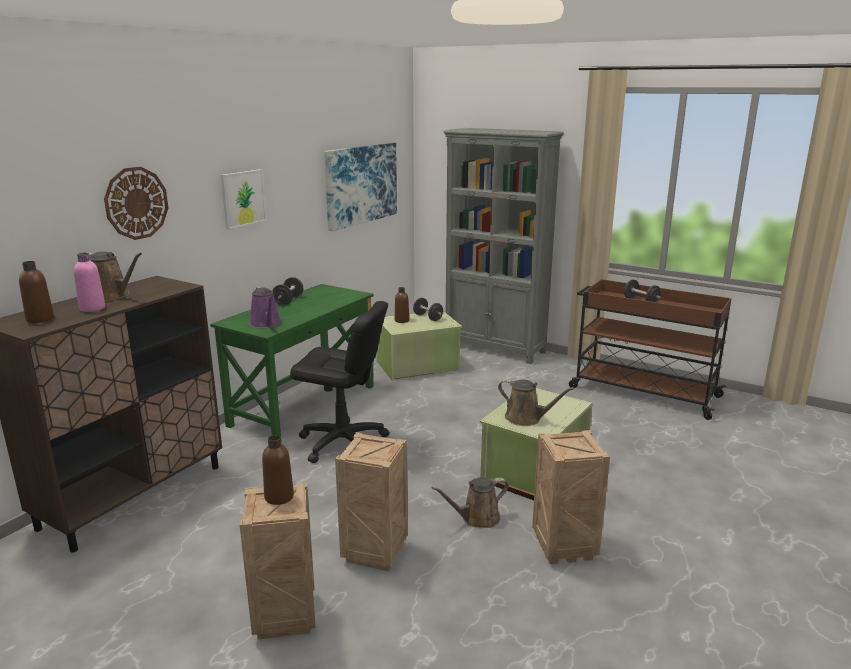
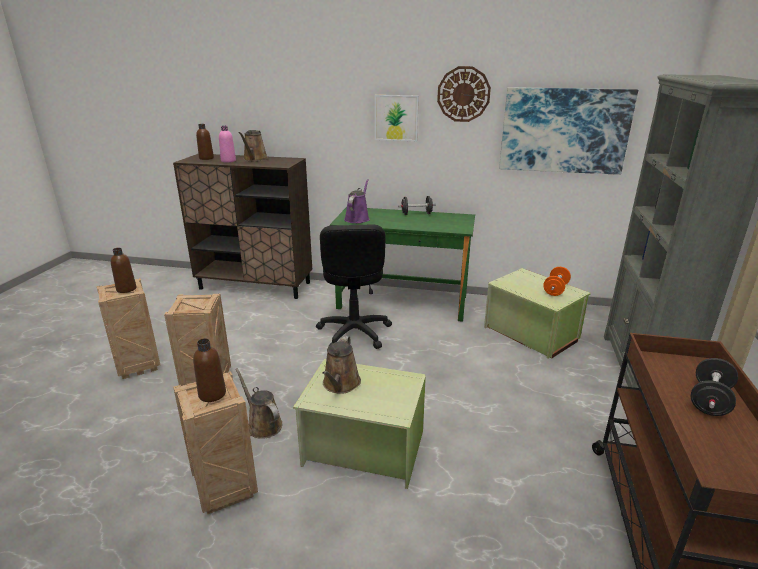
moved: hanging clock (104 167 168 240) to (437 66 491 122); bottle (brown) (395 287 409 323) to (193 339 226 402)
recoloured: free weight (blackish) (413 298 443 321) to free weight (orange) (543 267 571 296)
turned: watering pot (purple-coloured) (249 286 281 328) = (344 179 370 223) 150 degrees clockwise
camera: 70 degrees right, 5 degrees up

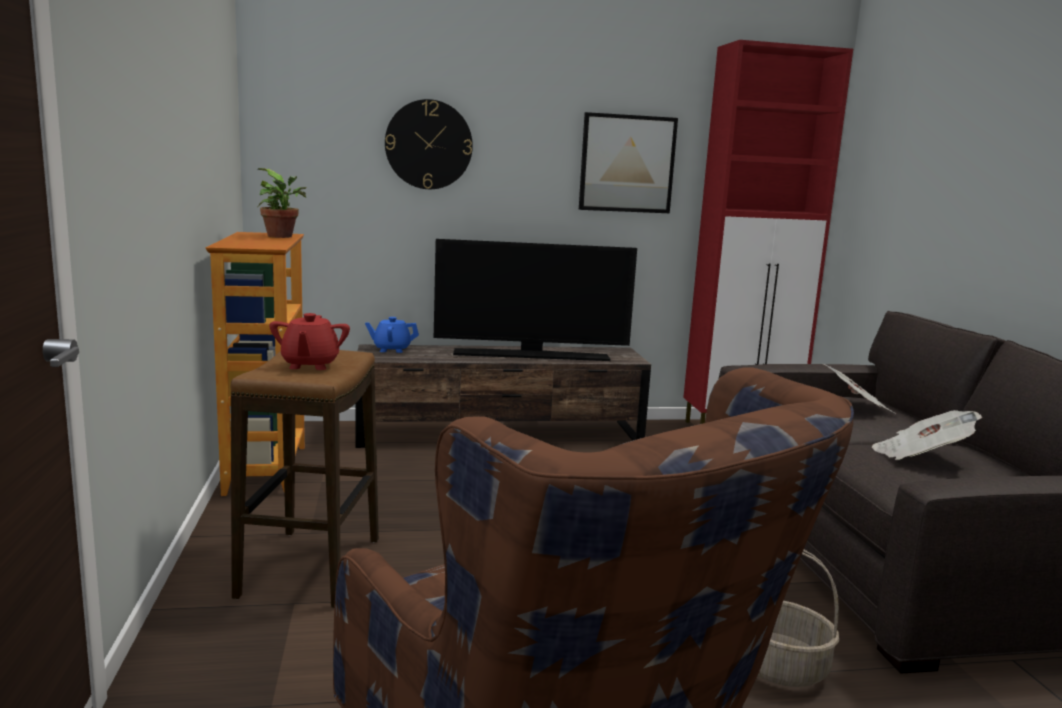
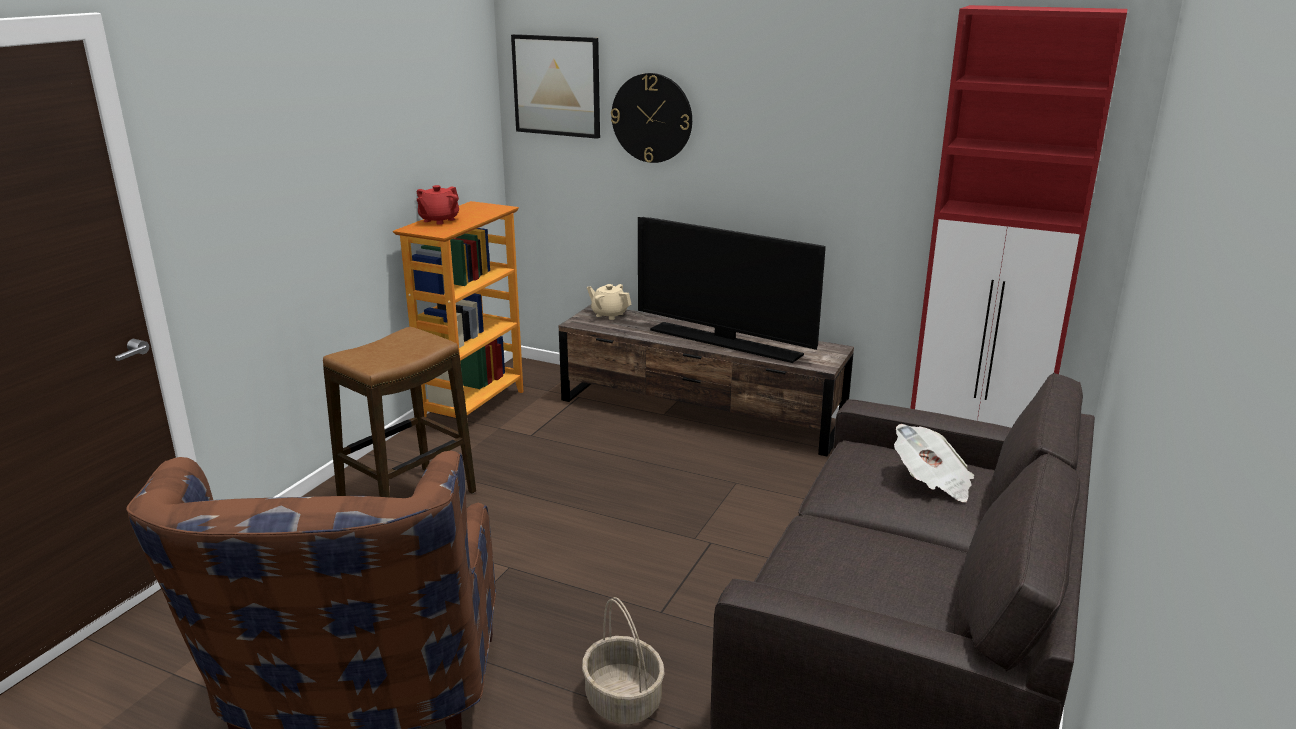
removed: houseplant (257 168 306 238); daily paper (871 410 982 460)
moved: tea pot (red) (269 313 350 370) to (417 185 459 225); wall art (579 112 678 213) to (511 34 600 139)
recoloured: tea pot (blue-coloured) (365 317 419 353) to tea pot (beige) (587 284 632 320)
camera: 35 degrees right, 10 degrees up

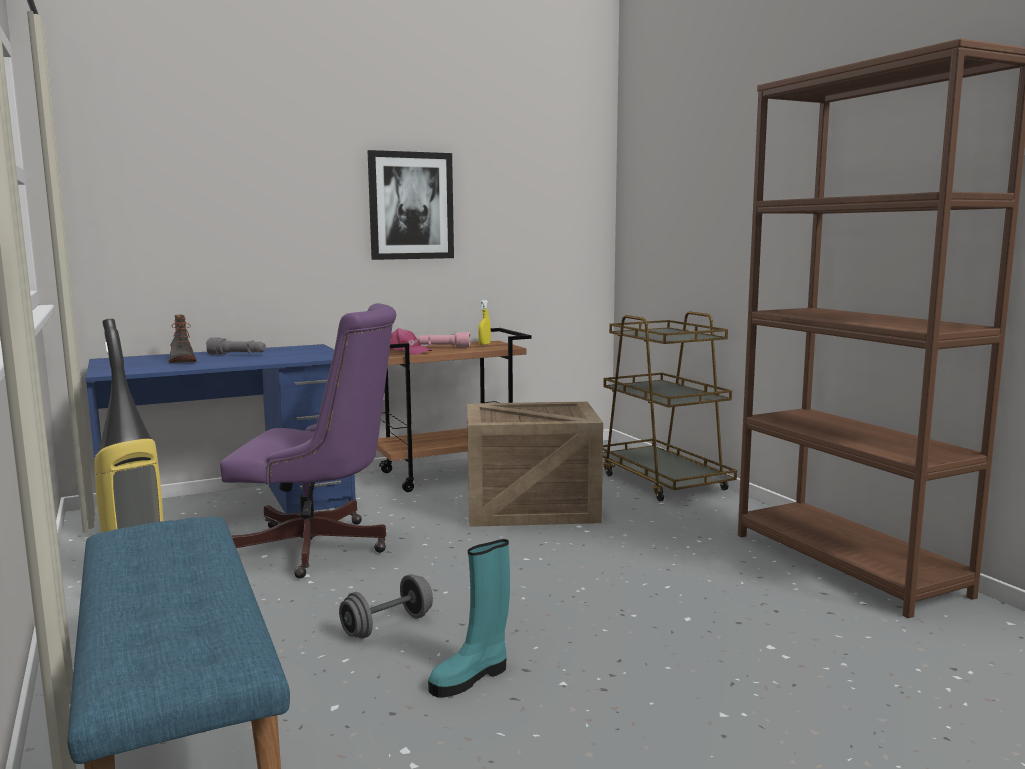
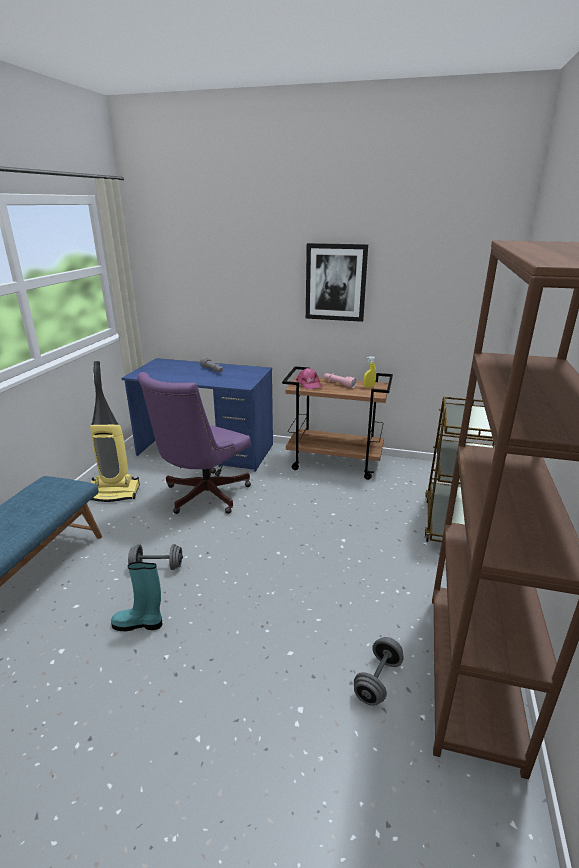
removed: high-top boot (169 315 196 363); crate (467 401 603 527)
added: free weight (gray) (354 637 404 706)
turned: computer chair (purple-coloured) (220 303 396 578) = (137 372 251 514) 75 degrees clockwise
camera: 40 degrees right, 15 degrees up

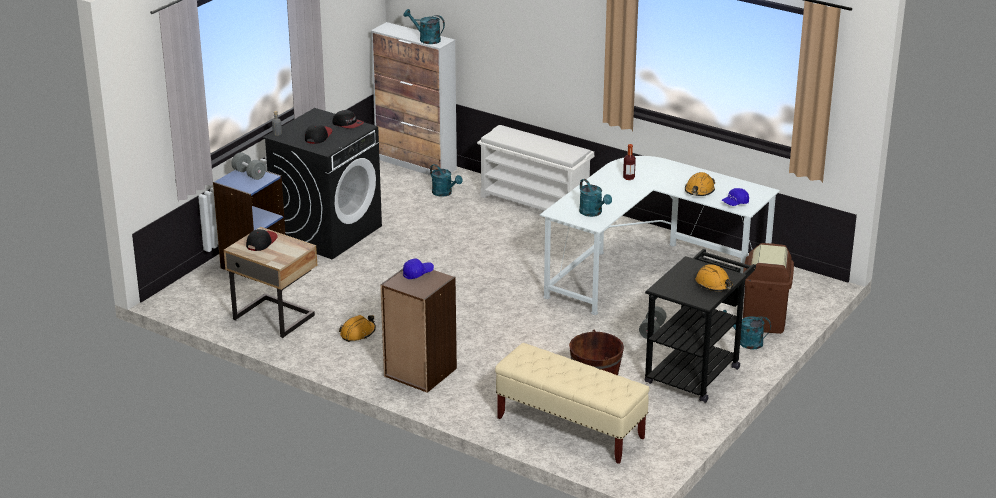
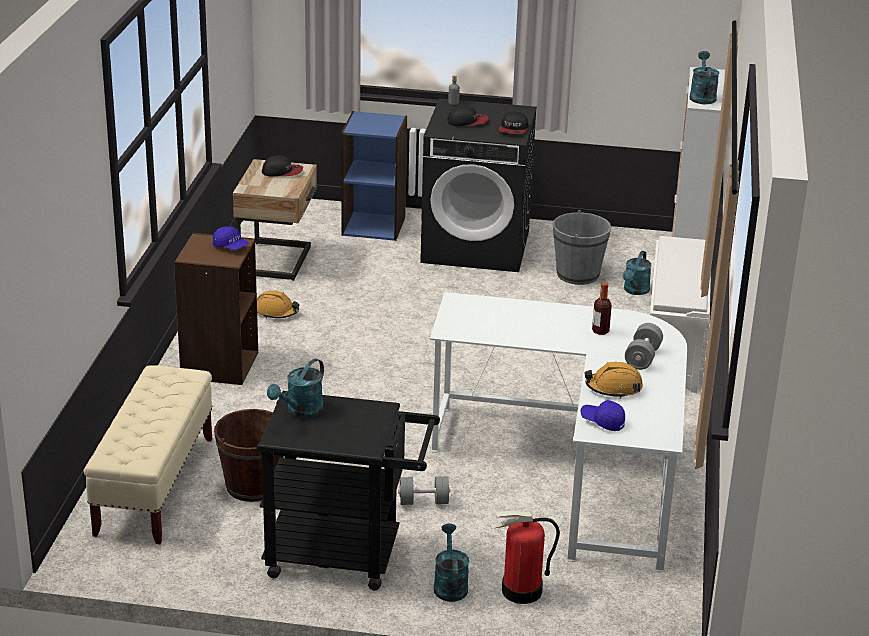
removed: safety helmet (orange) (696 265 733 291)
added: water bucket (gray) (553 210 611 285)
moved: free weight (gray) (231 152 266 180) to (625 323 663 370); watering pot (turquoise) (579 179 612 217) to (267 359 324 418)
replaced: waste bin (brown) (743 243 794 334) to fire extinguisher (490 511 560 604)
camera: 65 degrees right, 0 degrees up

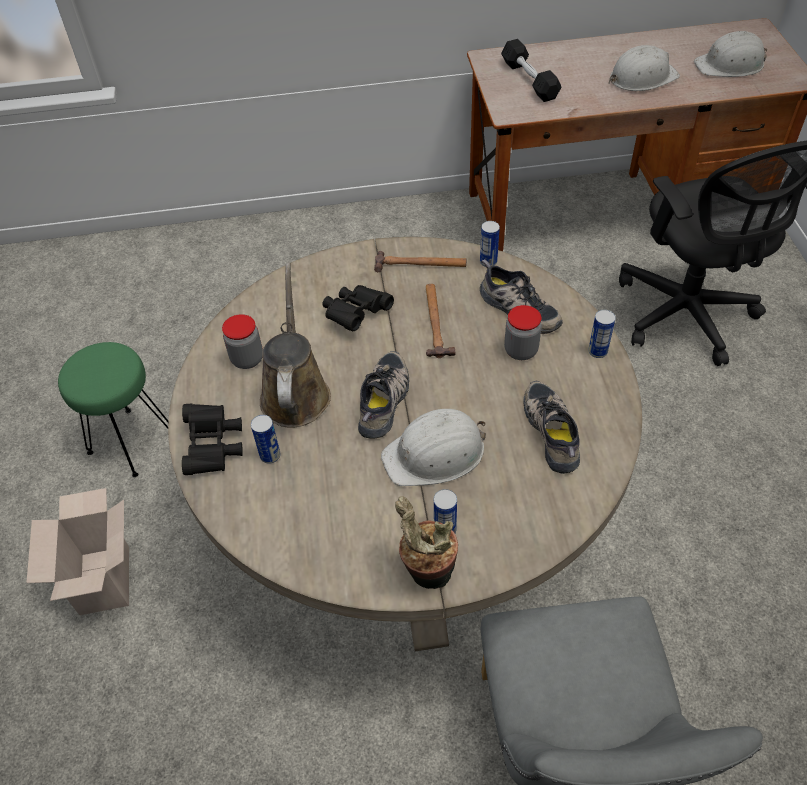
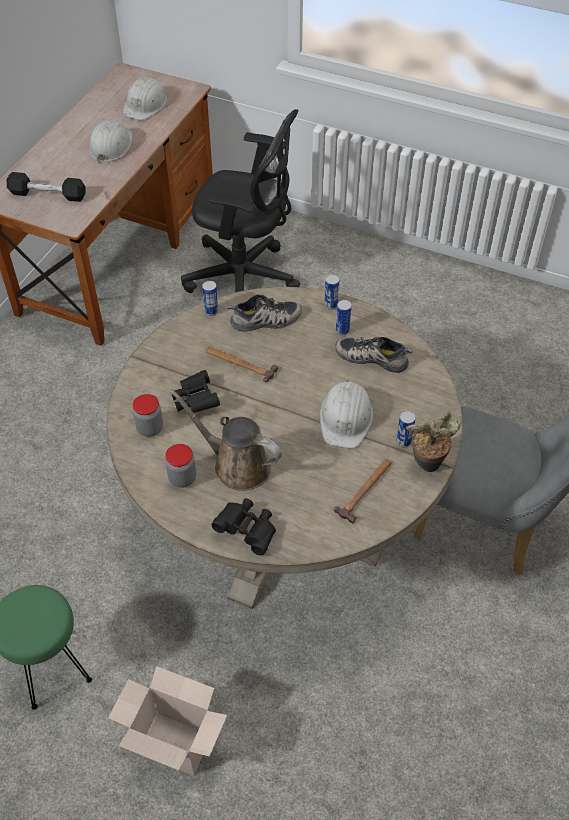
removed: item of footwear (358 351 409 439)
moved: metal can (251 415 281 464) to (336 300 352 335); tool hammer (374 251 467 272) to (334 459 391 524); jar (504 305 542 360) to (133 394 163 437)
camera: 60 degrees left, 0 degrees up

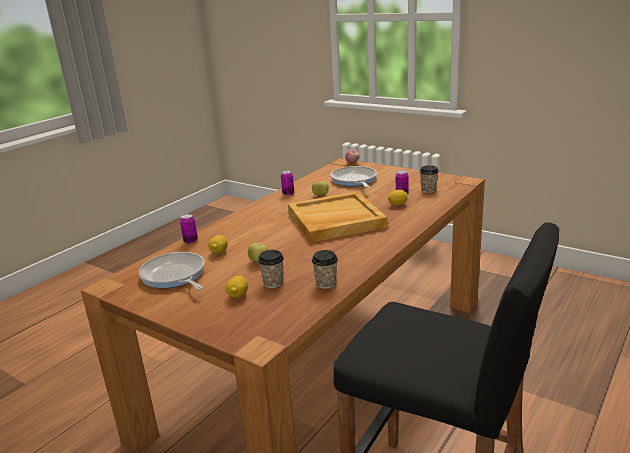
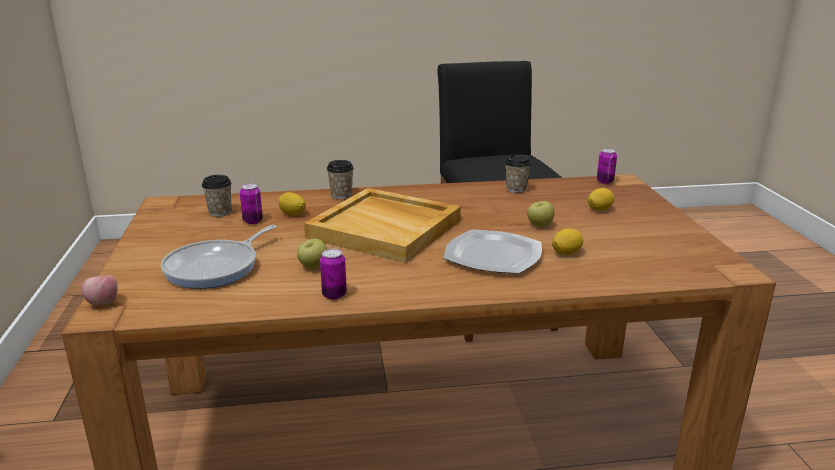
removed: pan (139 252 204 290)
added: plate (444 230 542 274)
moved: metal can (180 214 198 244) to (597 149 617 184); drinking cup (258 250 284 288) to (327 160 354 199)
camera: 135 degrees left, 0 degrees up

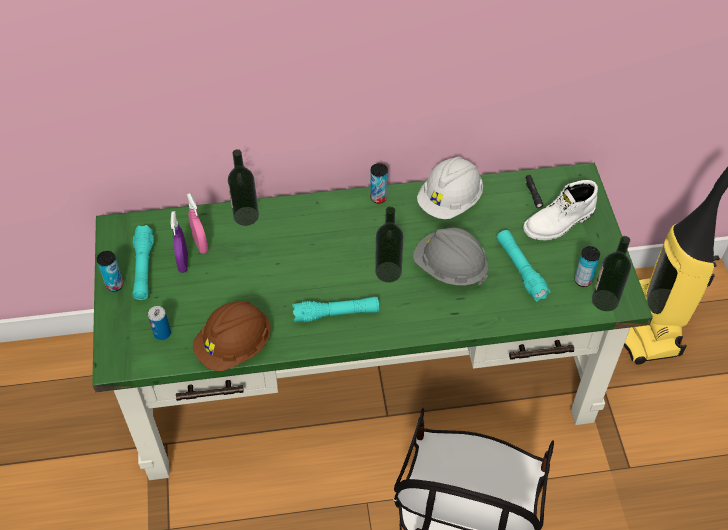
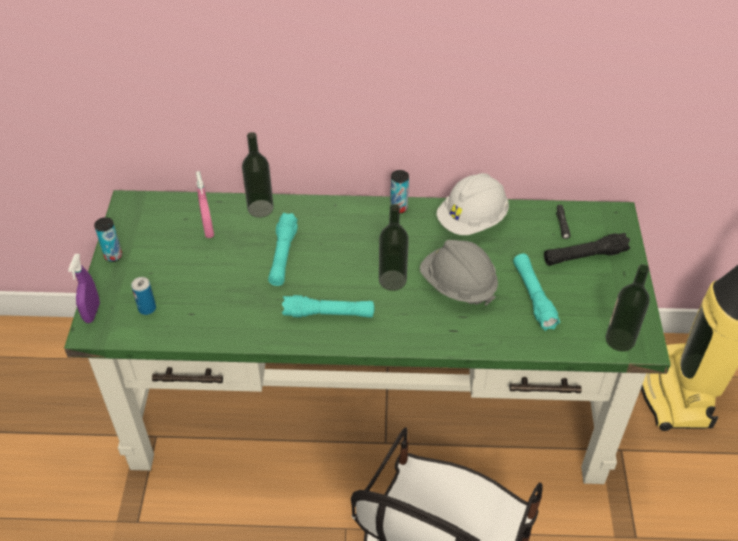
removed: safety helmet (brown) (193 301 271 371); metal can (575 246 600 287)
moved: torch (turquoise) (132 225 154 300) to (268 213 298 286); sprayer (purple-coloured) (171 211 188 273) to (68 254 100 323)
replaced: high-top boot (whitish) (523 180 598 240) to torch (blackish) (544 233 630 266)
camera: 10 degrees right, 5 degrees down

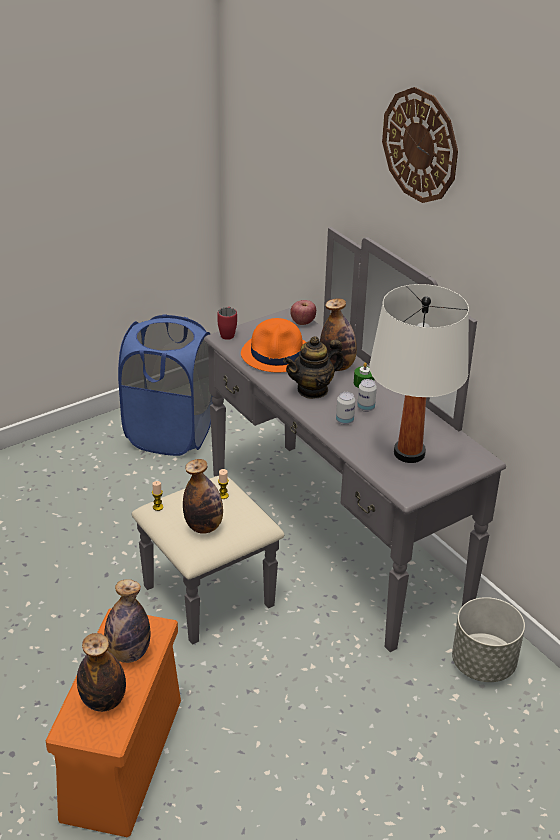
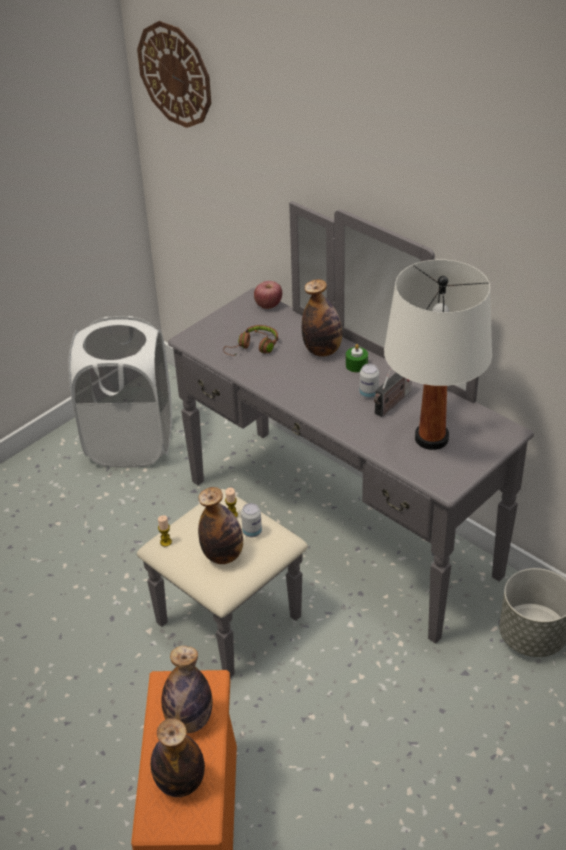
removed: mug (red) (217 307 237 340); tea pot (283 336 344 399)
added: radio set (374 370 412 417)
moved: metal can (336 392 355 425) to (241 503 262 537); hanging clock (382 87 458 203) to (137 21 211 128)
replaced: hat (orange) (241 318 306 372) to headphones (brown) (223 325 278 356)
recoloured: laundry basket (blue-coloured) (118 314 213 456) to laundry basket (whitish) (69 316 172 468)
camera: 10 degrees left, 5 degrees up

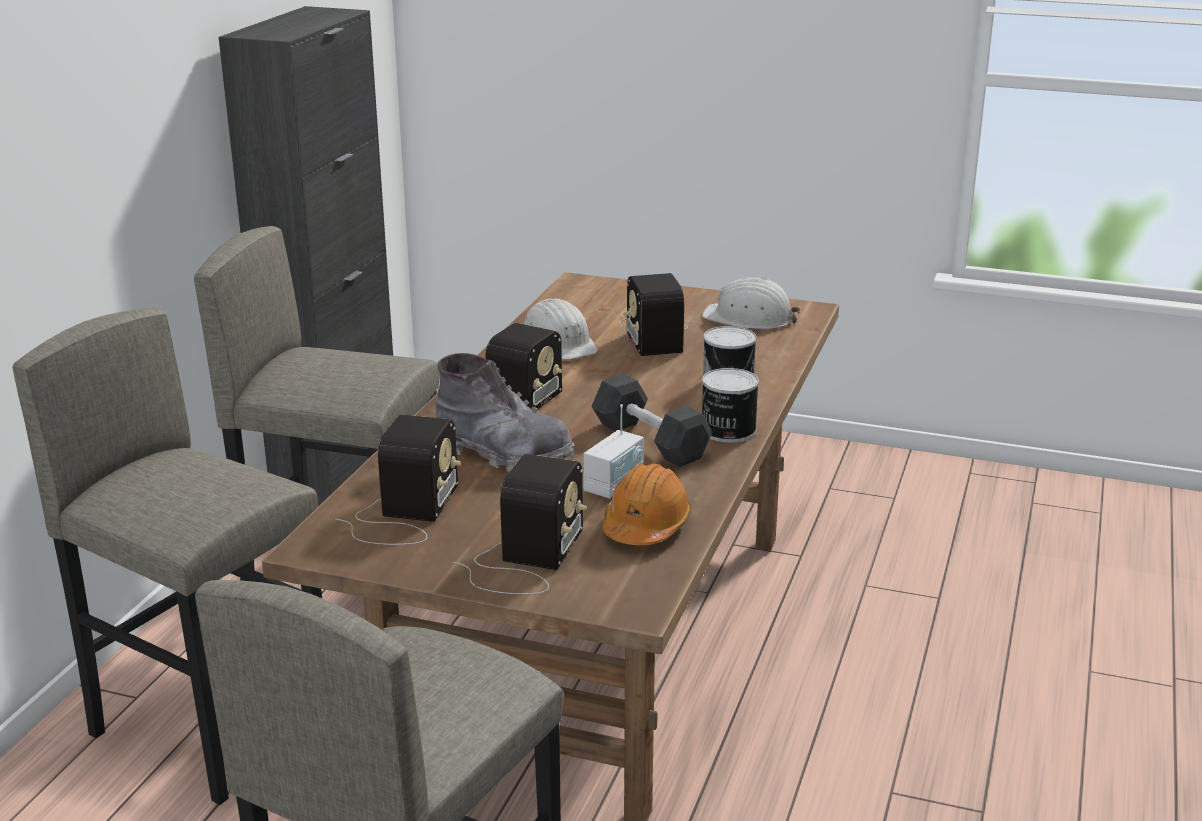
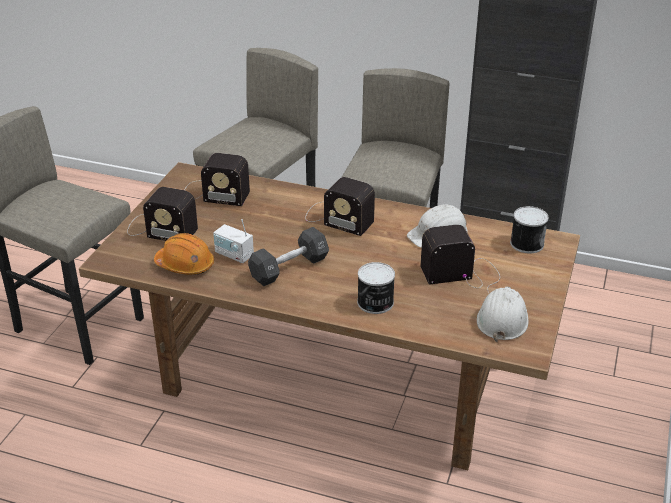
removed: high-top boot (gray) (436 353 575 472)
moved: metal can (702 368 759 443) to (510 206 548 253)
camera: 90 degrees right, 10 degrees up

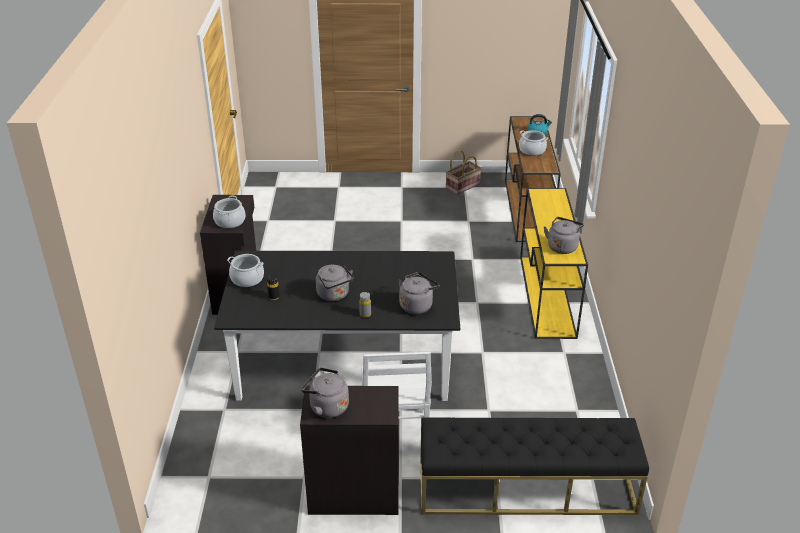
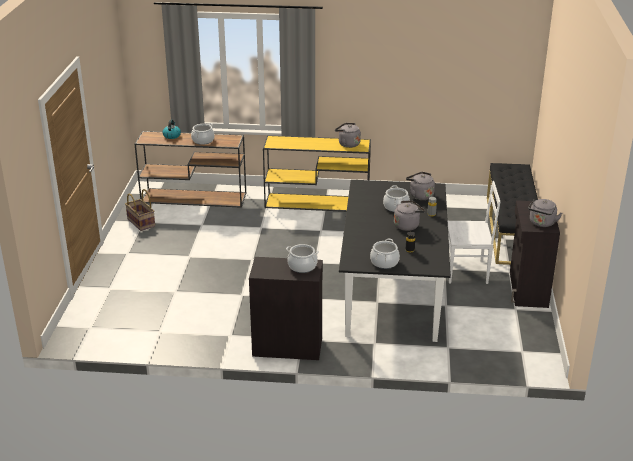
added: saucepot (383 186 410 212)
camera: 85 degrees left, 5 degrees down

